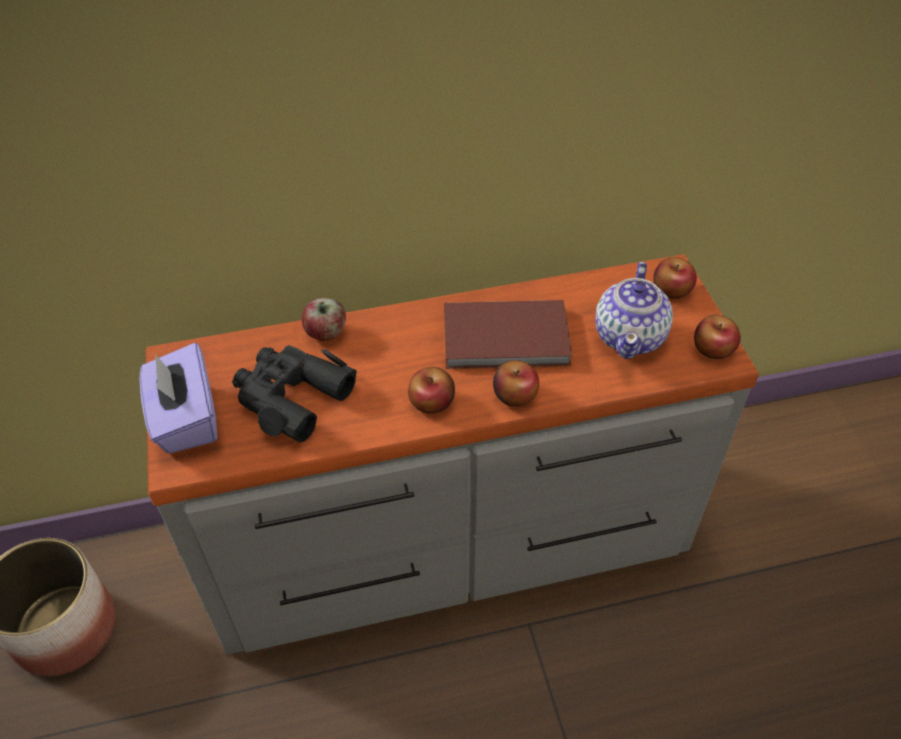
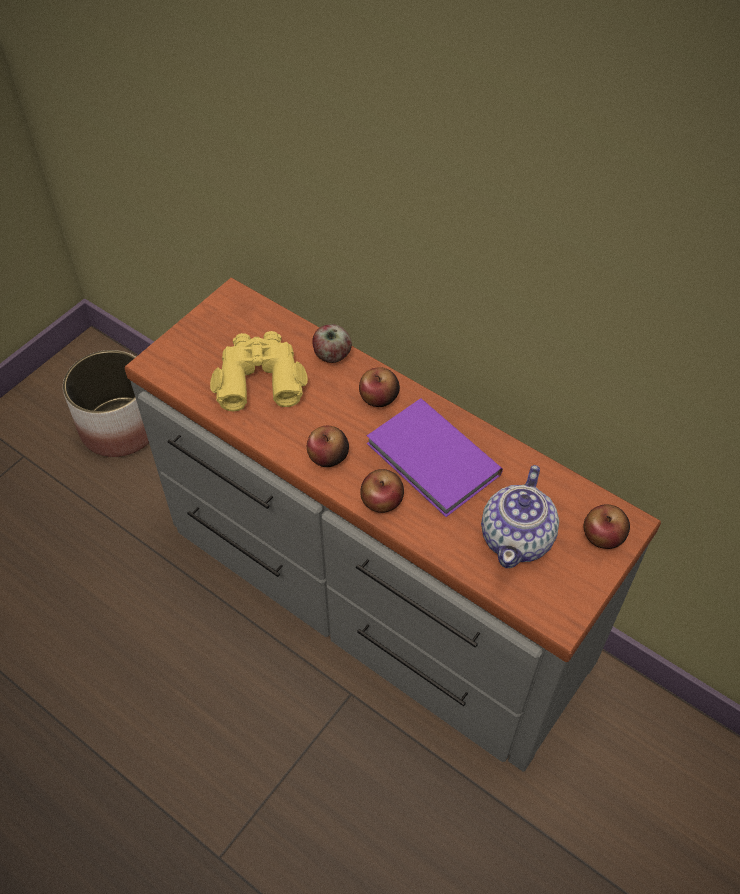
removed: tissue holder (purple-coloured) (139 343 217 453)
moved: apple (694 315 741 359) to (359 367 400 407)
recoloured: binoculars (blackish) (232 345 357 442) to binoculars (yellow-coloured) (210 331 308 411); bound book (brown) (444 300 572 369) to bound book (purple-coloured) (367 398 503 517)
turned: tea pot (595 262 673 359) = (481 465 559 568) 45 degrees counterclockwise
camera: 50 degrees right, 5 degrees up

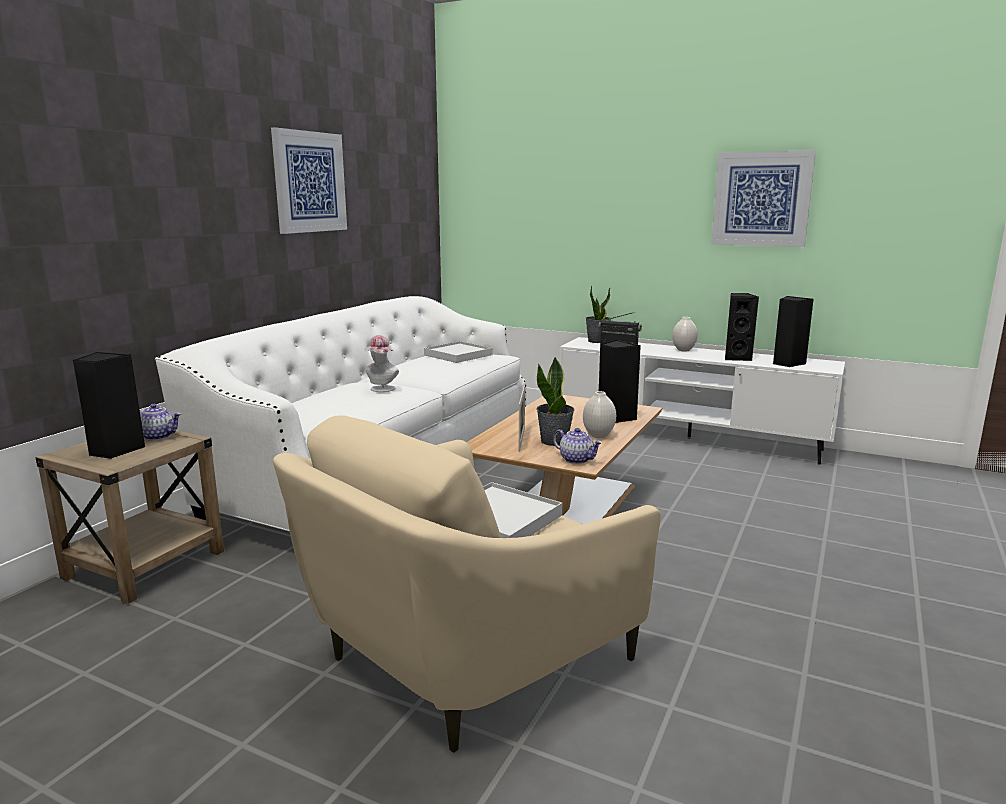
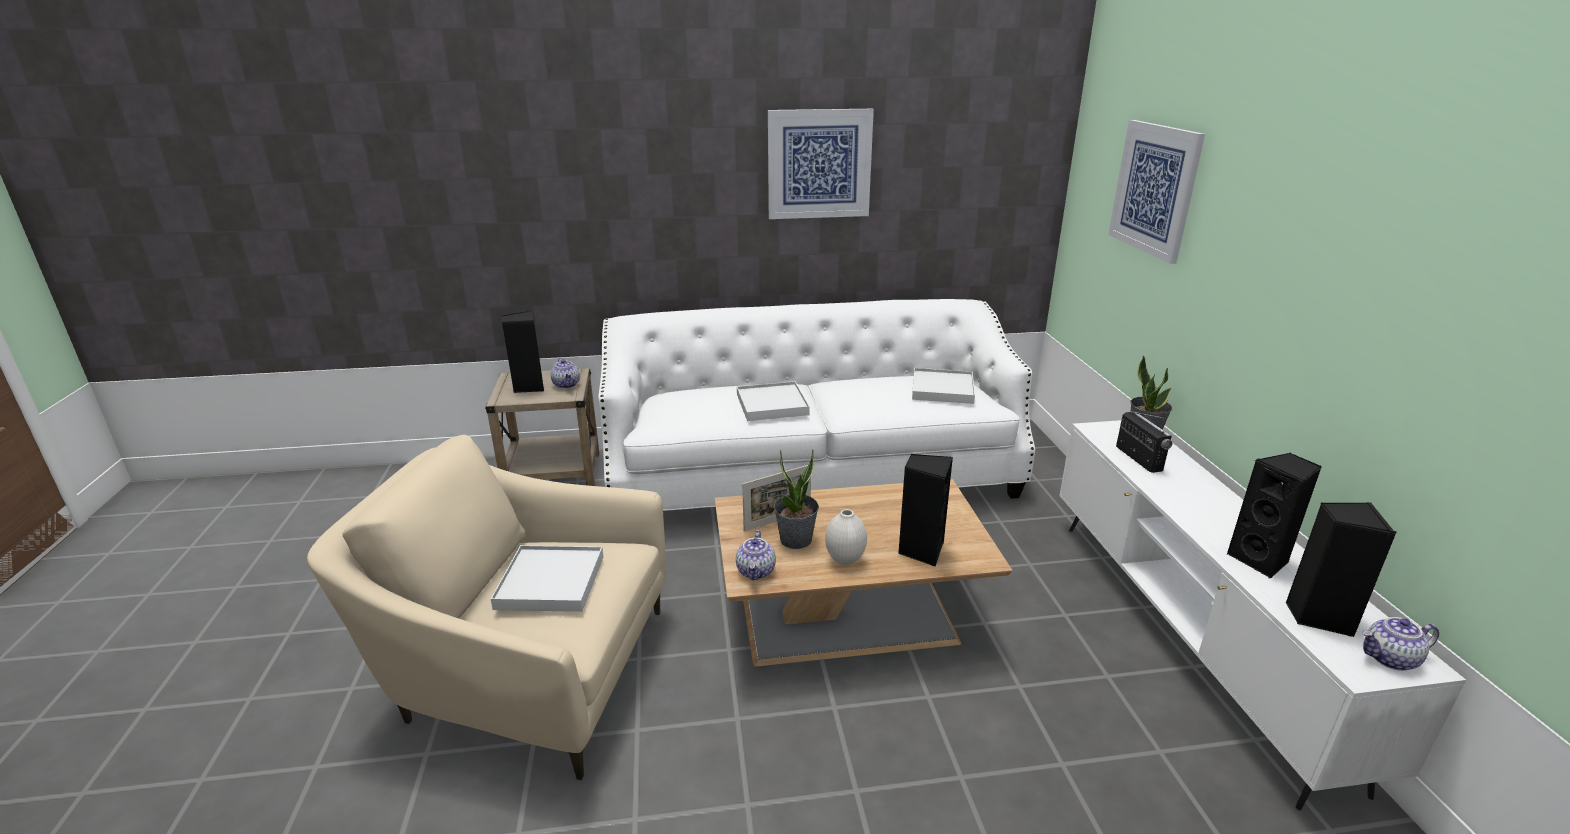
removed: flower vase (whitish) (672 317 698 352)
added: tea pot (1362 617 1439 671)
moved: wall art (711 150 816 247) to (1108 120 1205 264)
replaced: hat (364 335 399 392) to serving tray (whitish) (737 381 810 421)
camera: 55 degrees right, 10 degrees up

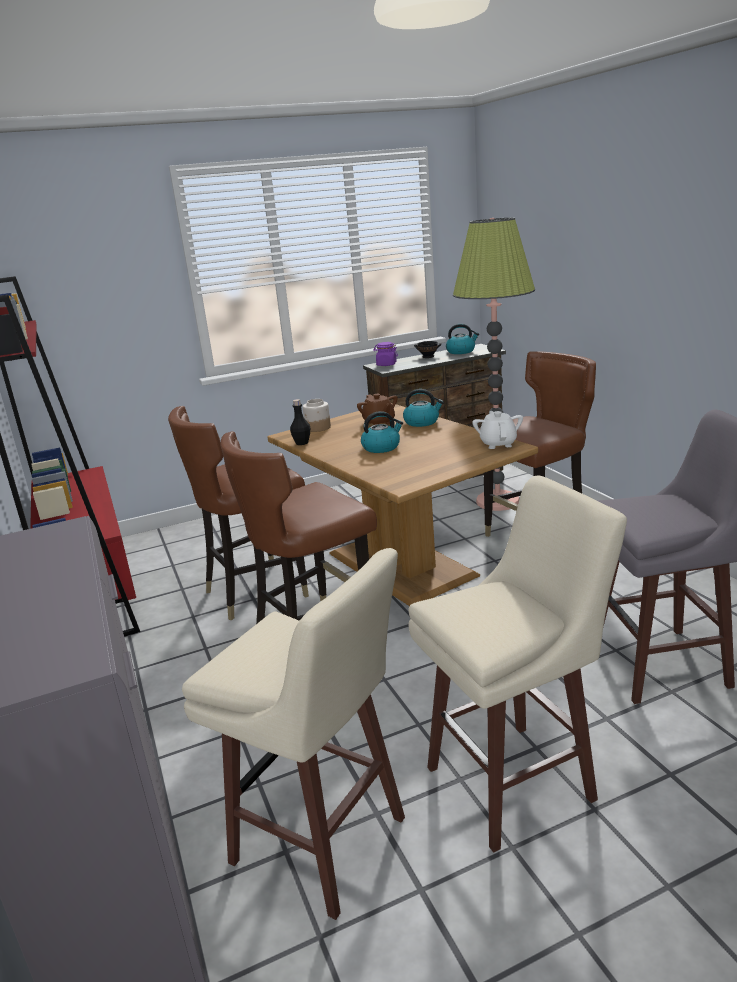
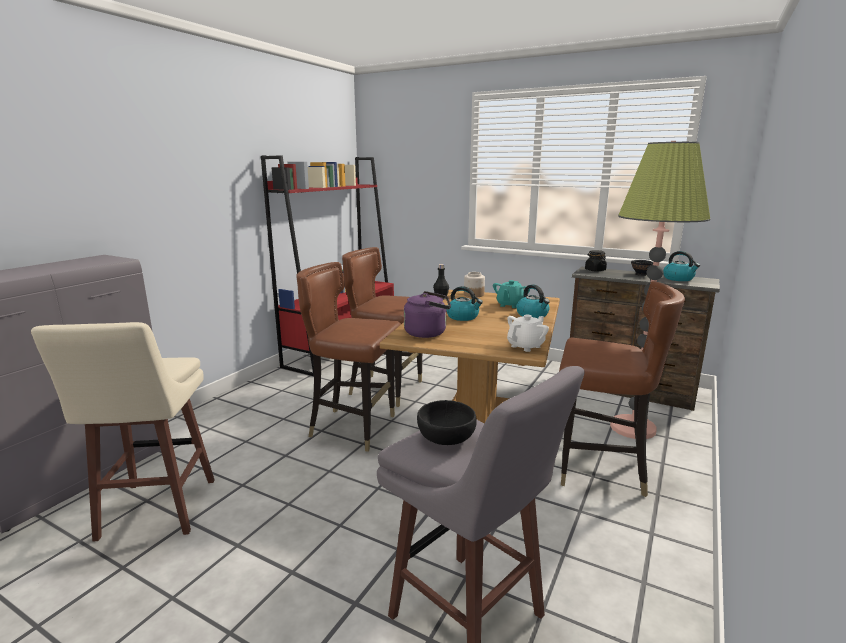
removed: sitting stool (beige) (409 476 627 853)
added: tea kettle (purple-coloured) (404 291 451 338); deep dish (blackish) (417 400 477 445)
recoloured: tea pot (brown) (357 394 398 425) to tea pot (turquoise) (493 280 530 308); jar (purple-coloured) (373 342 398 366) to jar (blackish) (585 250 607 272)
camera: 50 degrees right, 5 degrees down

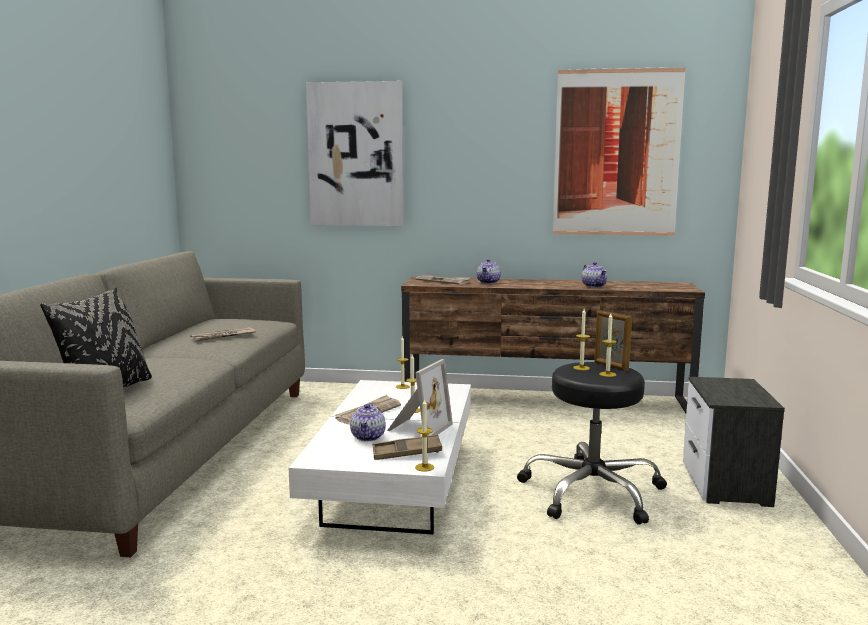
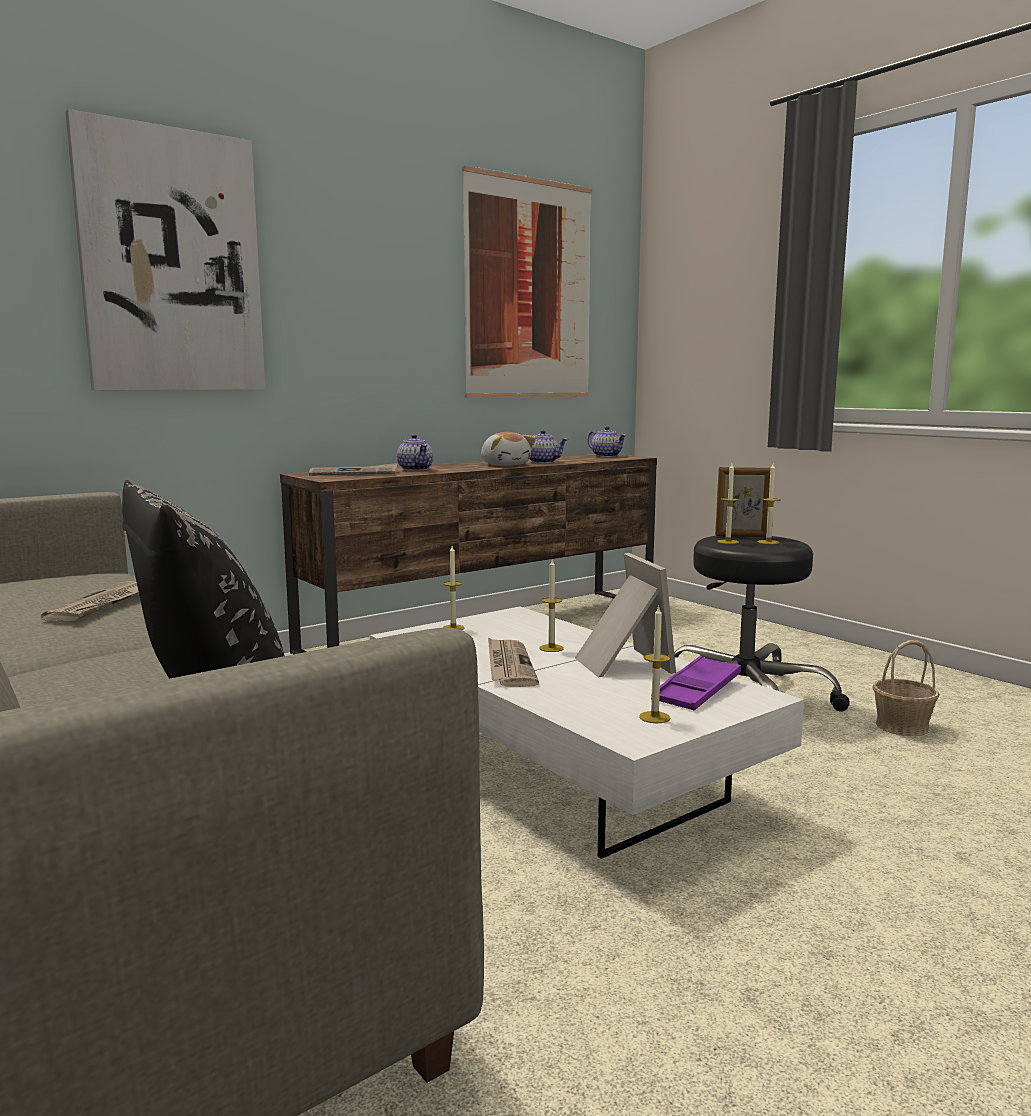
removed: nightstand (683 377 785 507)
added: cuddly toy (481 432 536 466); basket (872 640 940 736)
moved: tea pot (350 403 386 441) to (588 426 627 457); candle (415 399 434 472) to (639 605 671 723)
recoloured: serving tray (brown) (372 434 442 460) to serving tray (purple-coloured) (651 656 741 710)
camera: 45 degrees left, 0 degrees up

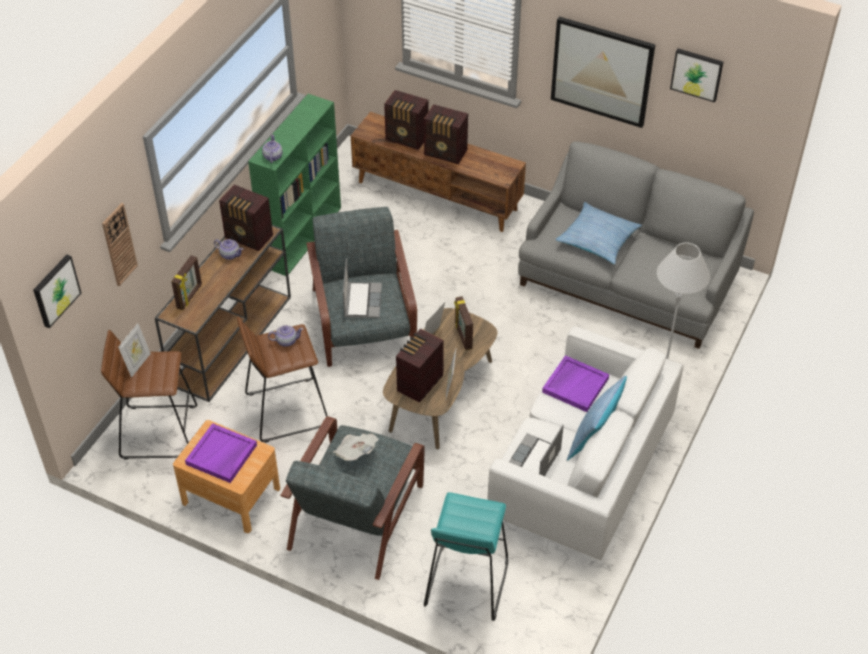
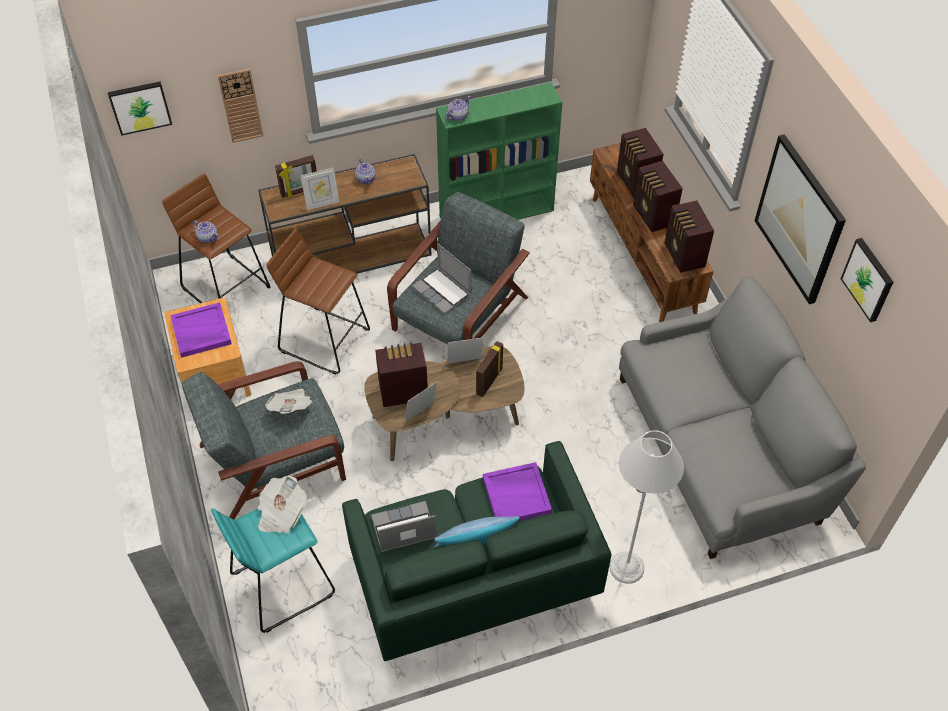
removed: cushion (555 202 642 264)
added: daily paper (258 476 307 534)
moved: photo frame (118 324 151 378) to (301 168 339 210); radio set (219 185 273 251) to (665 200 714 273); tea pot (268 325 303 347) to (192 220 218 243)
recoloured: sofa (whitish) (487 326 684 560) to sofa (greenish) (342 441 611 661)
turned: notebook computer (343 258 382 318) = (412 243 472 314) 90 degrees clockwise
camera: 45 degrees right, 5 degrees up

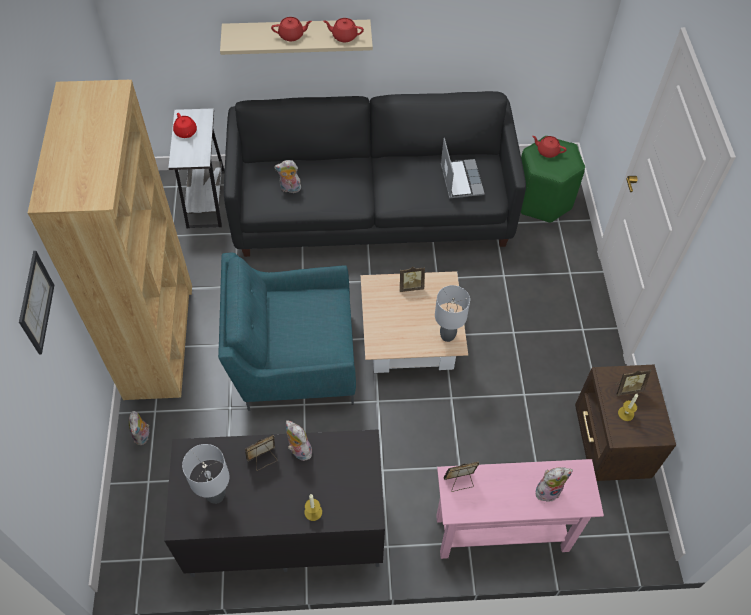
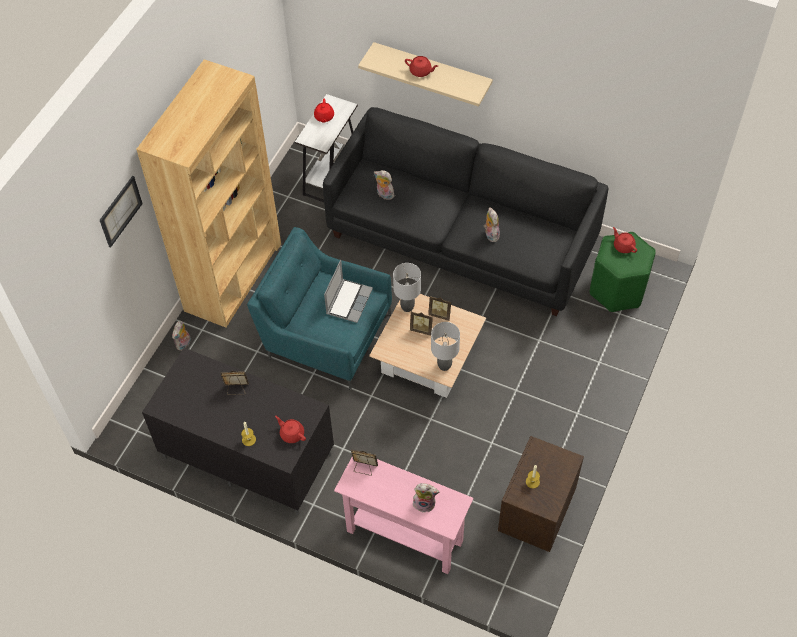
moved: lamp for a table (gray) (182 444 230 504) to (393 263 421 312); cuddly toy (286 420 312 461) to (484 207 500 242); tea pot (red) (323 18 364 43) to (275 416 306 443); notebook computer (441 138 485 198) to (324 260 373 323); photo frame (616 369 651 396) to (410 312 433 336)
camera: 30 degrees right, 0 degrees up

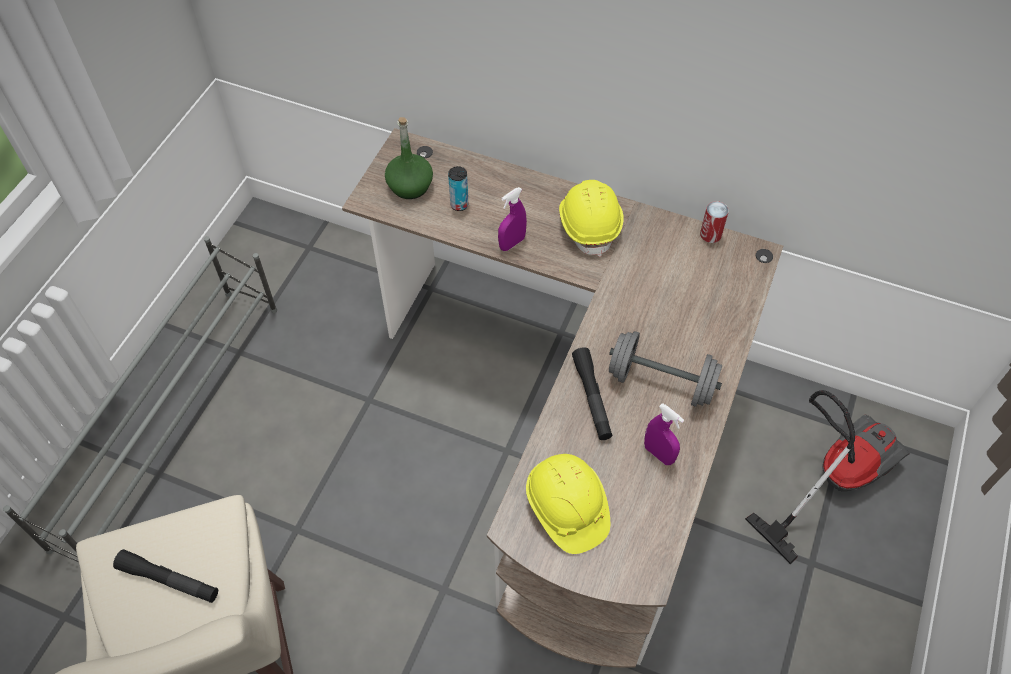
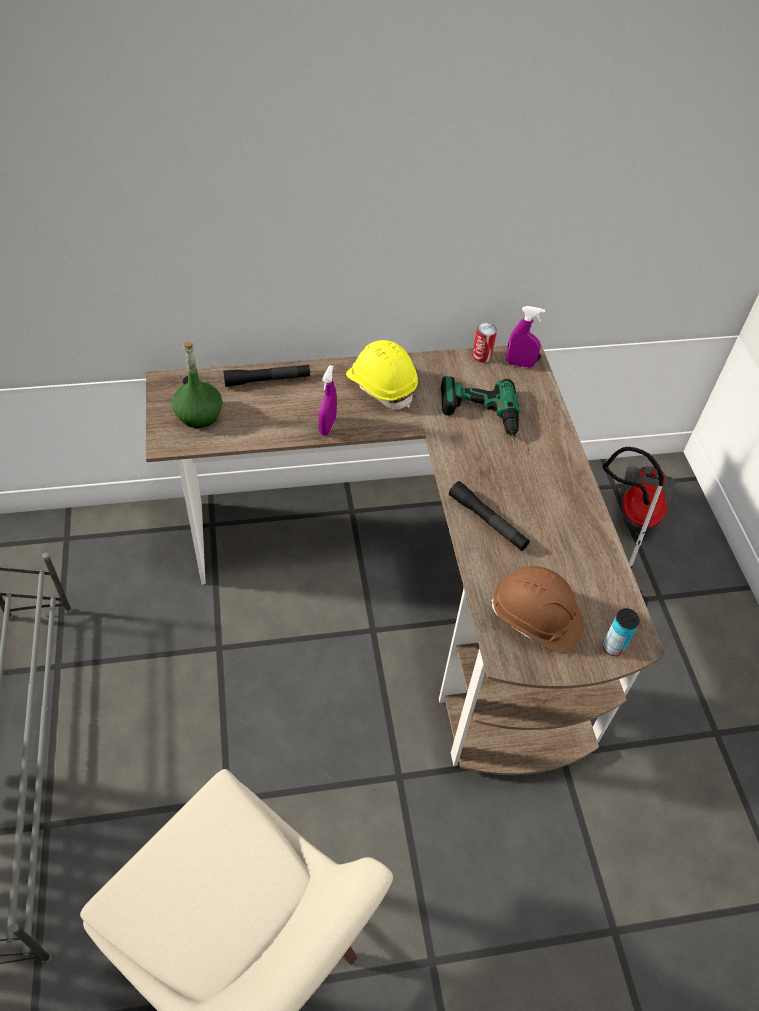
removed: free weight (gray) (609 331 722 407)
added: power drill (441 376 520 448)
moved: torch (blackish) (113 549 218 603) to (223 365 310 387); metal can (448 166 469 211) to (603 608 640 656); sprayer (purple-coloured) (644 403 684 465) to (506 306 545 368)
recoloured: safety helmet (yellow-coloured) (526 454 610 554) to safety helmet (brown) (491 566 584 654)
camera: 35 degrees left, 5 degrees down

